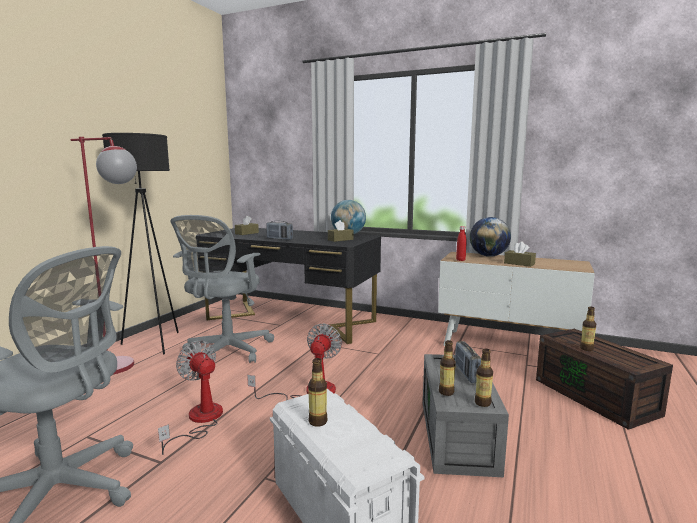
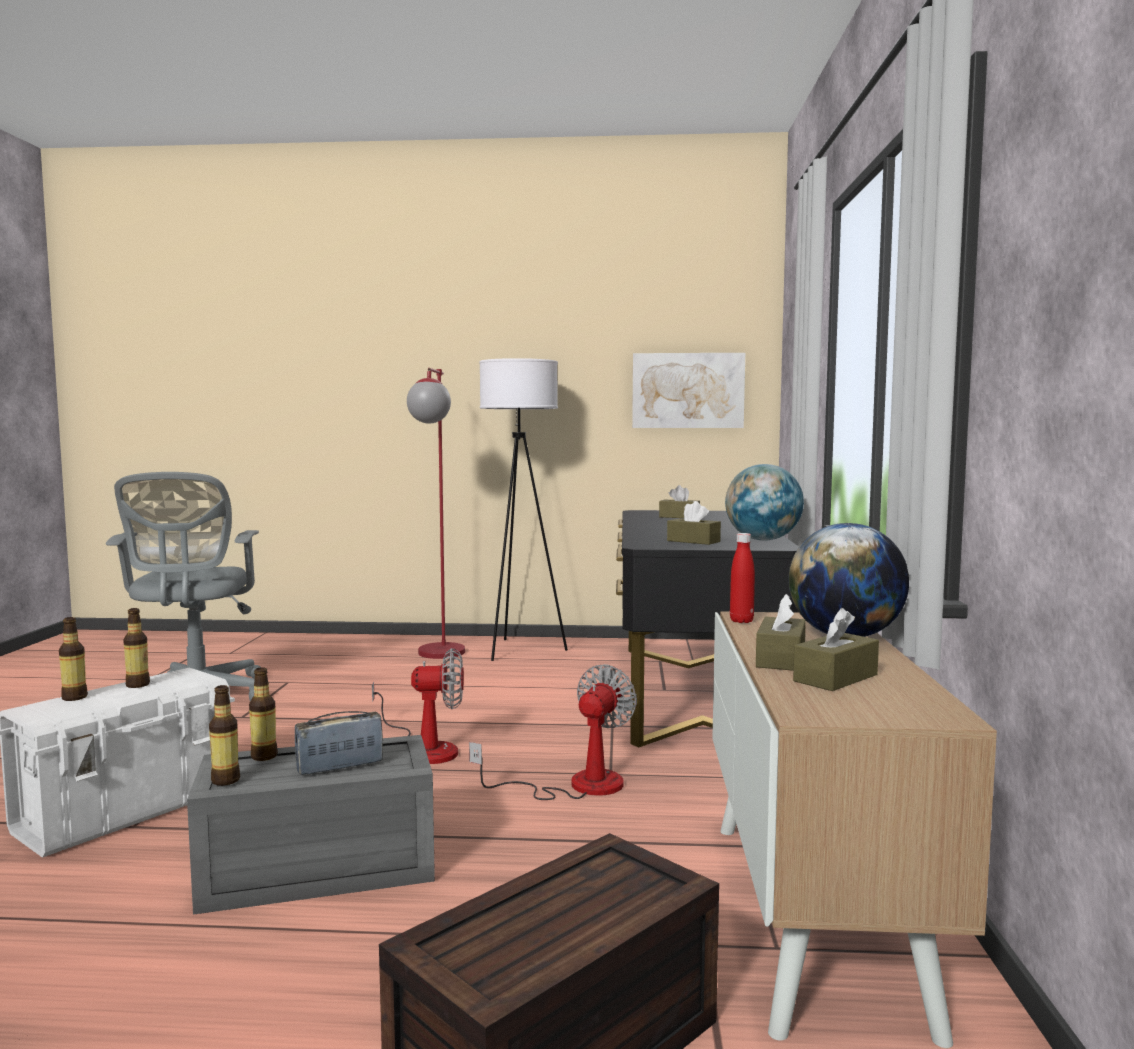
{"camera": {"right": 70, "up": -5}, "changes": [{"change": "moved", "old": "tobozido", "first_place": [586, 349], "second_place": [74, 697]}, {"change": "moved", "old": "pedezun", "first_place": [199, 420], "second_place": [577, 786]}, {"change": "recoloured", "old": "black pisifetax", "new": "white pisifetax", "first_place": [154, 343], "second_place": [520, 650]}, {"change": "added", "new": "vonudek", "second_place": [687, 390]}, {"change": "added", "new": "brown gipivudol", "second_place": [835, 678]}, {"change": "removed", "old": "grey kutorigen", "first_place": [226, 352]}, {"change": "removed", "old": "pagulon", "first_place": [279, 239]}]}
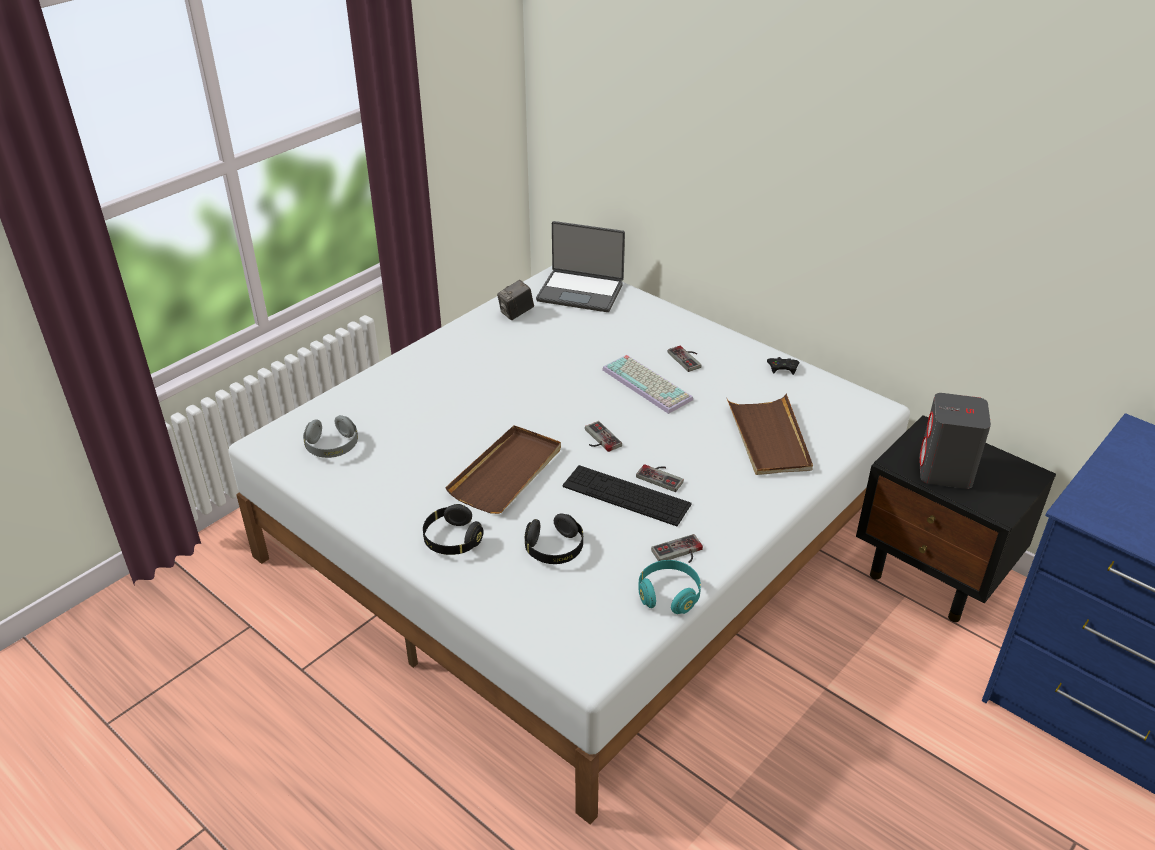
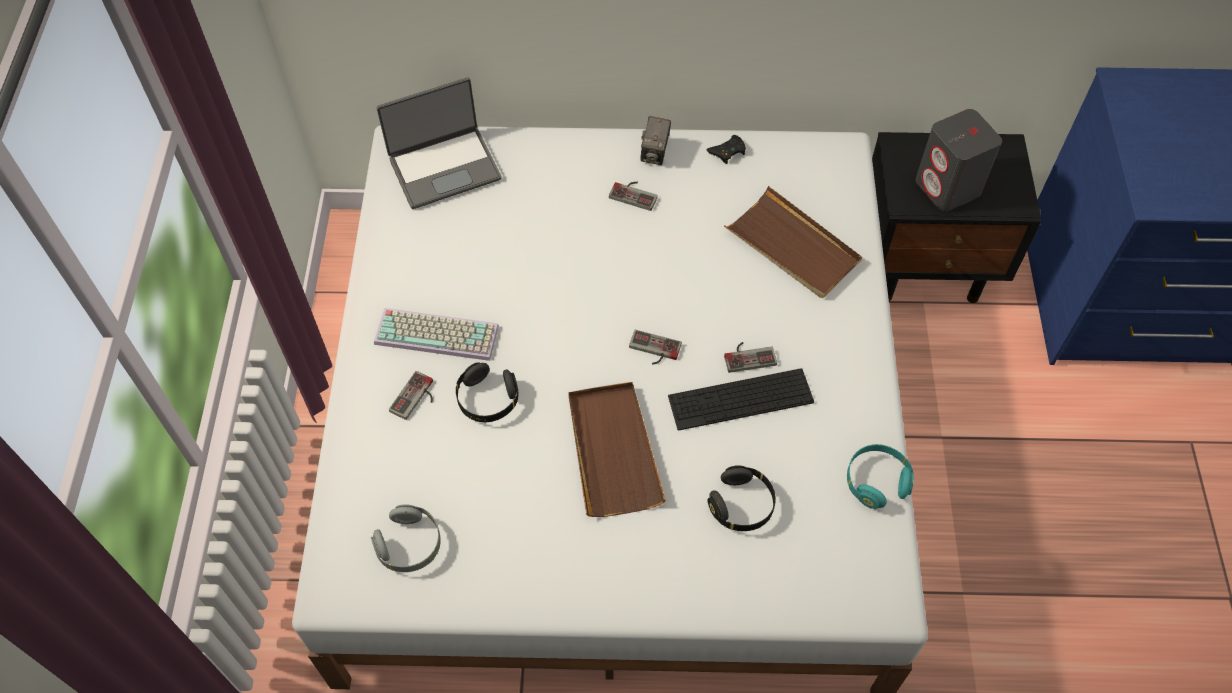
{"camera": {"right": -40, "up": 20}, "changes": [{"change": "moved", "old": "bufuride", "first_place": [649, 384], "second_place": [438, 333]}, {"change": "moved", "old": "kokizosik", "first_place": [679, 553], "second_place": [416, 398]}, {"change": "moved", "old": "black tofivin", "first_place": [452, 540], "second_place": [487, 400]}, {"change": "moved", "old": "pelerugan", "first_place": [516, 313], "second_place": [655, 153]}]}
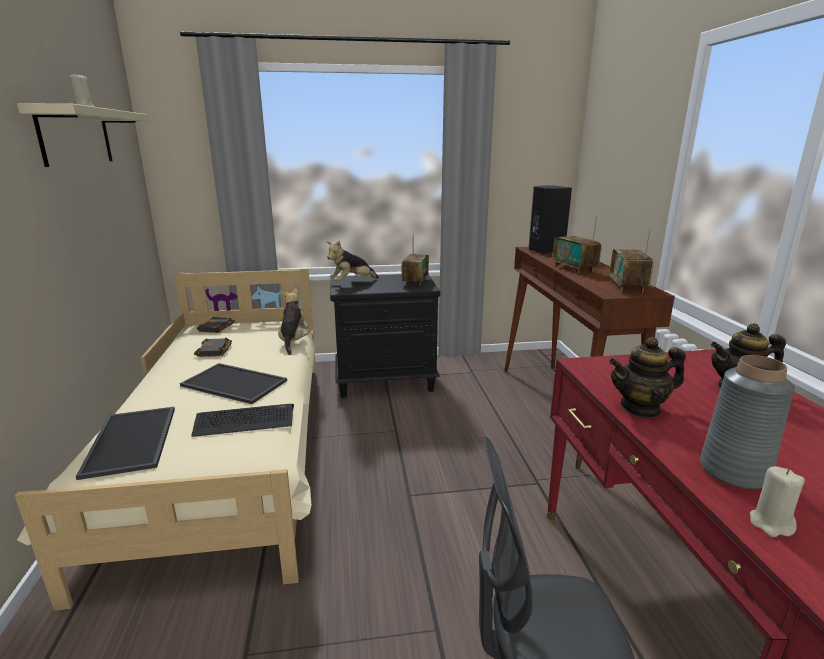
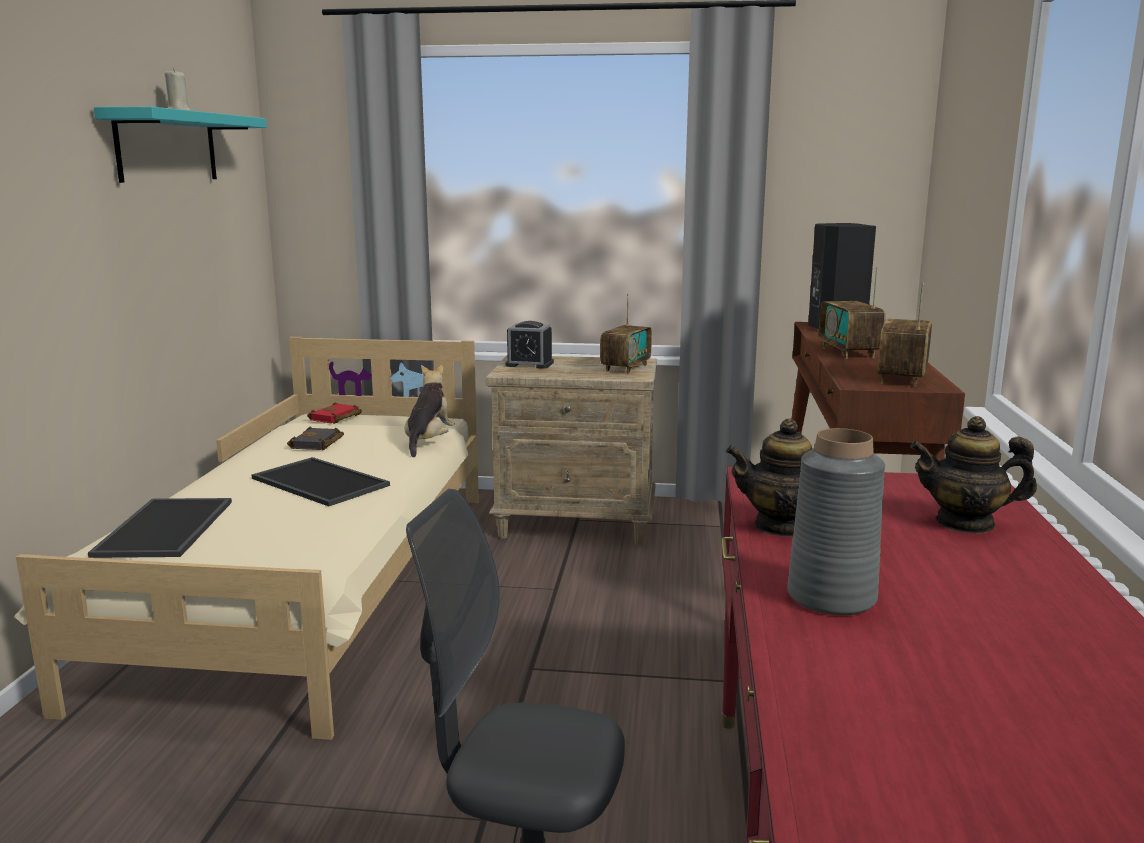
{"camera": {"right": 15, "up": -5}, "changes": [{"change": "recoloured", "old": "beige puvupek", "new": "turquoise puvupek", "first_place": [76, 137], "second_place": [167, 147]}, {"change": "recoloured", "old": "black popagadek", "new": "red popagadek", "first_place": [217, 328], "second_place": [335, 418]}, {"change": "recoloured", "old": "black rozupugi", "new": "beige rozupugi", "first_place": [386, 381], "second_place": [577, 524]}, {"change": "replaced", "old": "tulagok", "new": "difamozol", "first_place": [352, 283], "second_place": [529, 364]}, {"change": "removed", "old": "bufuride", "first_place": [244, 421]}, {"change": "removed", "old": "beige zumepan", "first_place": [771, 524]}]}
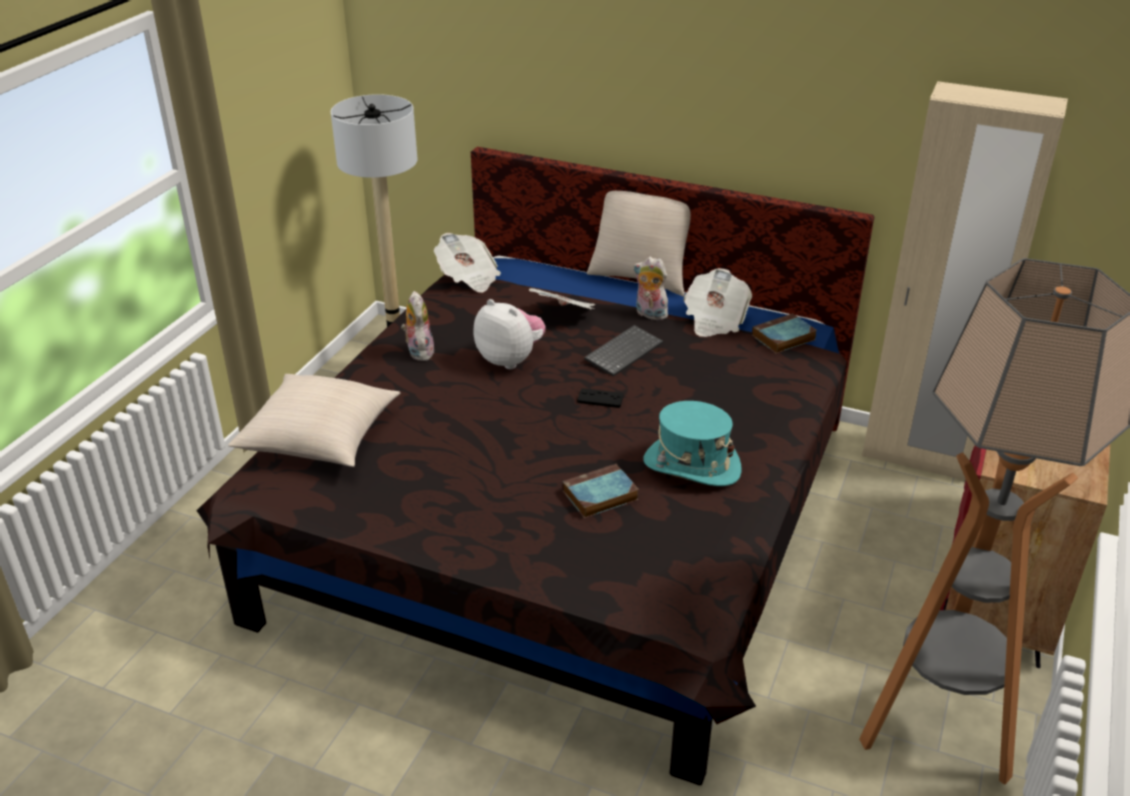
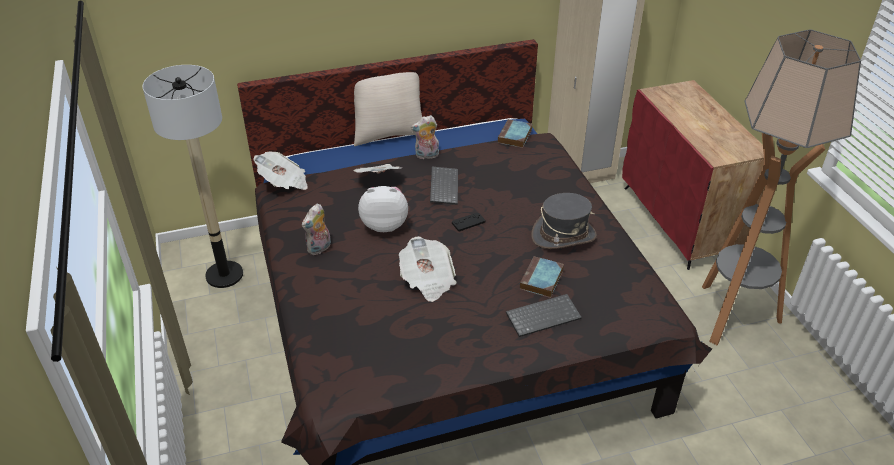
{"camera": {"right": -40, "up": 5}, "changes": [{"change": "turned", "old": "tulagok", "first_place": [418, 351], "second_place": [319, 248], "degrees": -90}, {"change": "moved", "old": "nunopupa", "first_place": [714, 320], "second_place": [427, 280]}, {"change": "added", "new": "bufuride", "second_place": [543, 315]}, {"change": "recoloured", "old": "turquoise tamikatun", "new": "grey tamikatun", "first_place": [691, 466], "second_place": [563, 236]}, {"change": "removed", "old": "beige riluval", "first_place": [320, 437]}]}
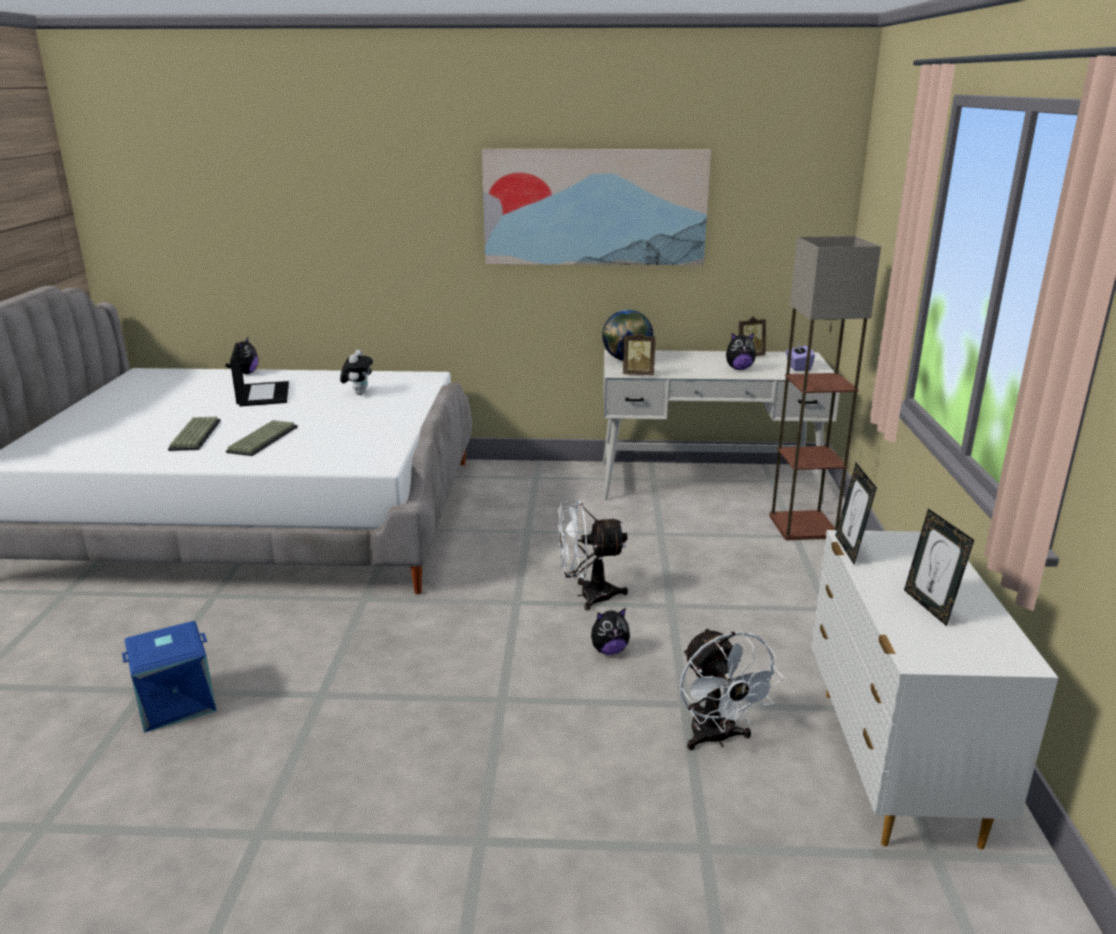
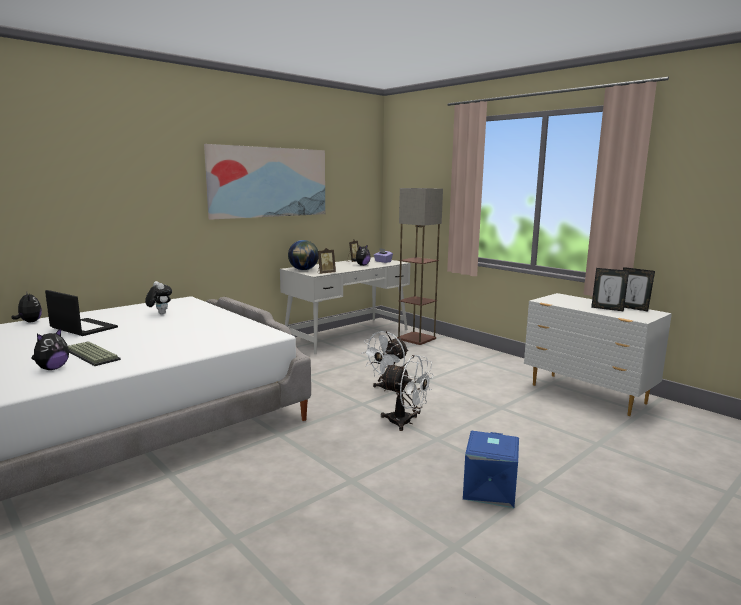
{"camera": {"right": -45, "up": -10}, "changes": [{"change": "moved", "old": "tulagok", "first_place": [609, 650], "second_place": [52, 368]}, {"change": "moved", "old": "white pedezun", "first_place": [716, 738], "second_place": [405, 422]}, {"change": "moved", "old": "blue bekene", "first_place": [176, 701], "second_place": [488, 489]}, {"change": "moved", "old": "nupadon", "first_place": [849, 549], "second_place": [632, 308]}, {"change": "removed", "old": "bufuride", "first_place": [262, 439]}]}
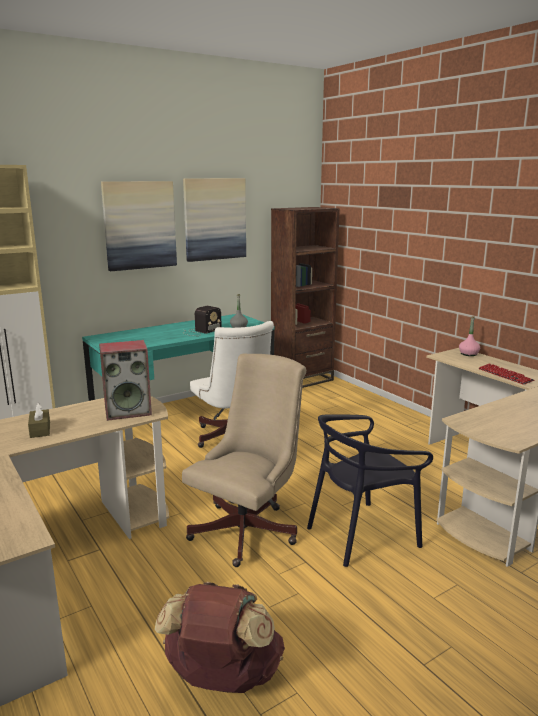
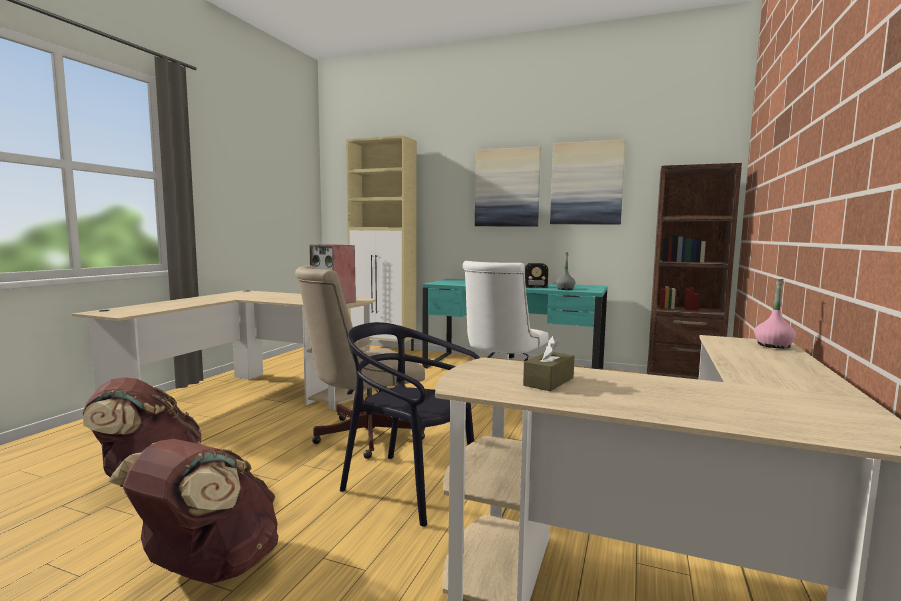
{"camera": {"right": 55, "up": -10}, "changes": [{"change": "added", "new": "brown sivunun", "second_place": [208, 569]}, {"change": "turned", "old": "beige kutorigen", "first_place": [249, 529], "second_place": [361, 436], "degrees": 150}, {"change": "moved", "old": "brown gipivudol", "first_place": [40, 430], "second_place": [548, 382]}, {"change": "removed", "old": "bufuride", "first_place": [505, 375]}]}
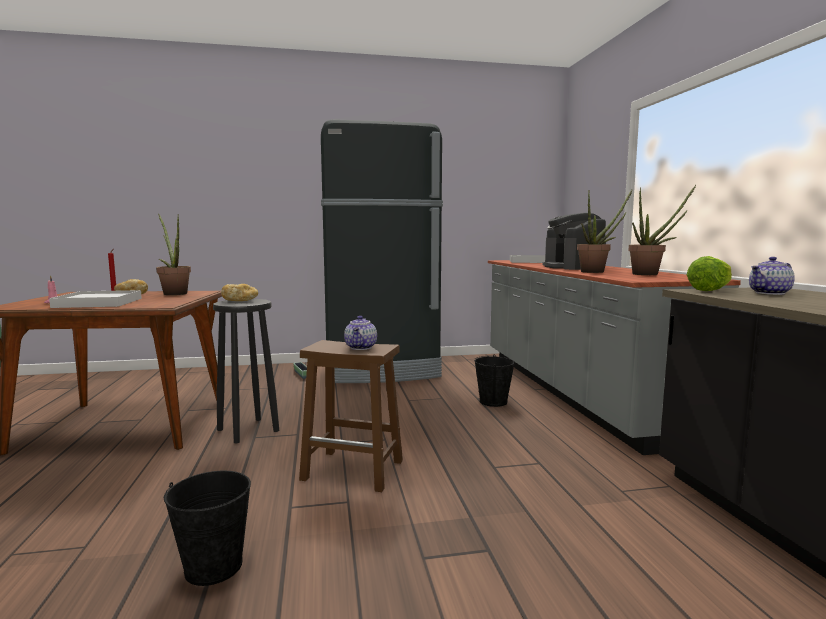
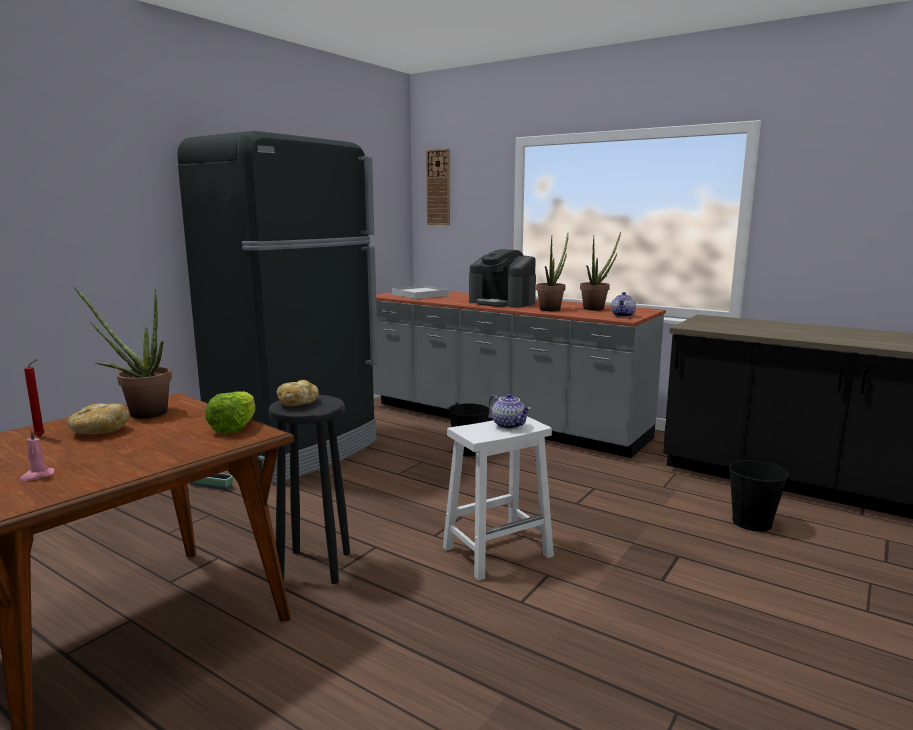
{"camera": {"right": -45, "up": 5}, "changes": [{"change": "moved", "old": "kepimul", "first_place": [710, 290], "second_place": [235, 428]}, {"change": "added", "new": "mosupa", "second_place": [438, 187]}, {"change": "recoloured", "old": "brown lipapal", "new": "white lipapal", "first_place": [354, 470], "second_place": [498, 551]}, {"change": "moved", "old": "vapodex", "first_place": [770, 293], "second_place": [623, 315]}, {"change": "moved", "old": "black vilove", "first_place": [214, 566], "second_place": [751, 522]}, {"change": "removed", "old": "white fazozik", "first_place": [99, 303]}]}
